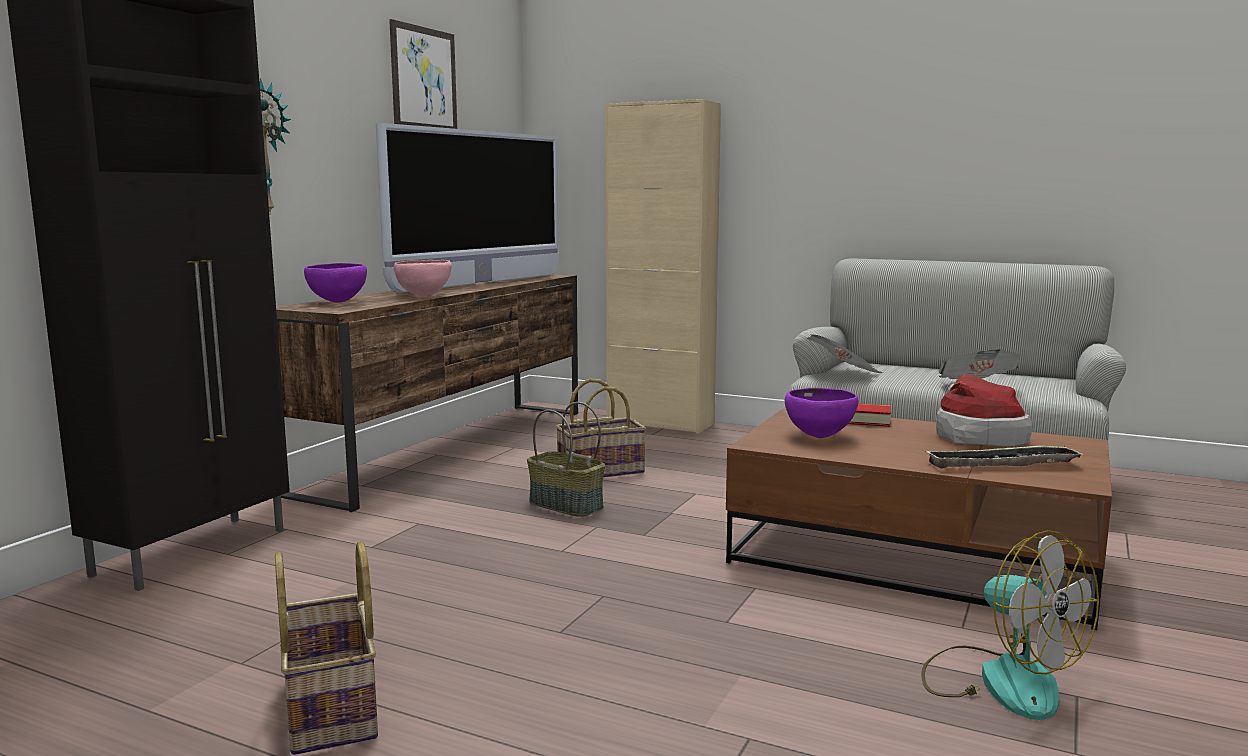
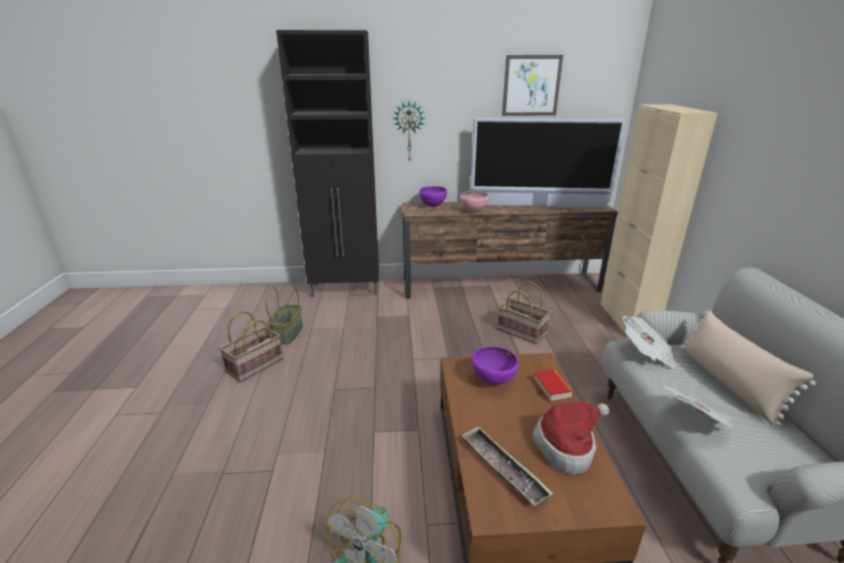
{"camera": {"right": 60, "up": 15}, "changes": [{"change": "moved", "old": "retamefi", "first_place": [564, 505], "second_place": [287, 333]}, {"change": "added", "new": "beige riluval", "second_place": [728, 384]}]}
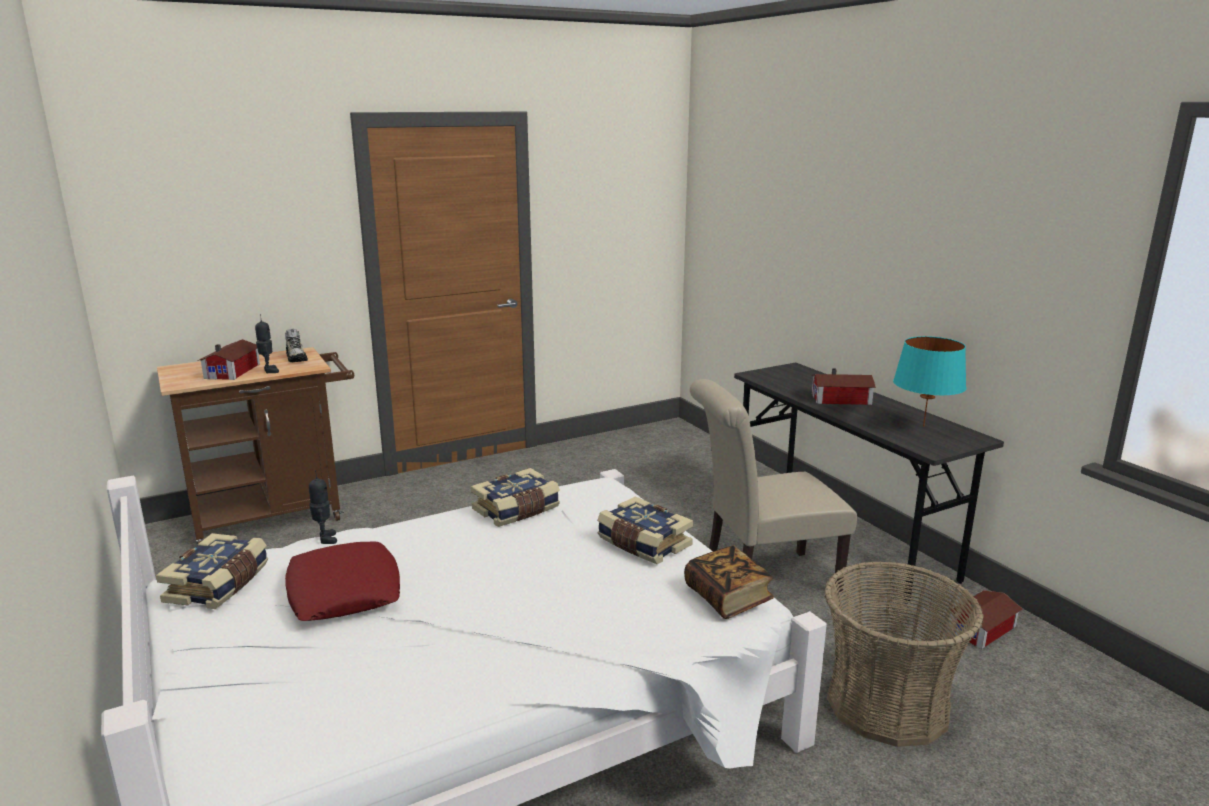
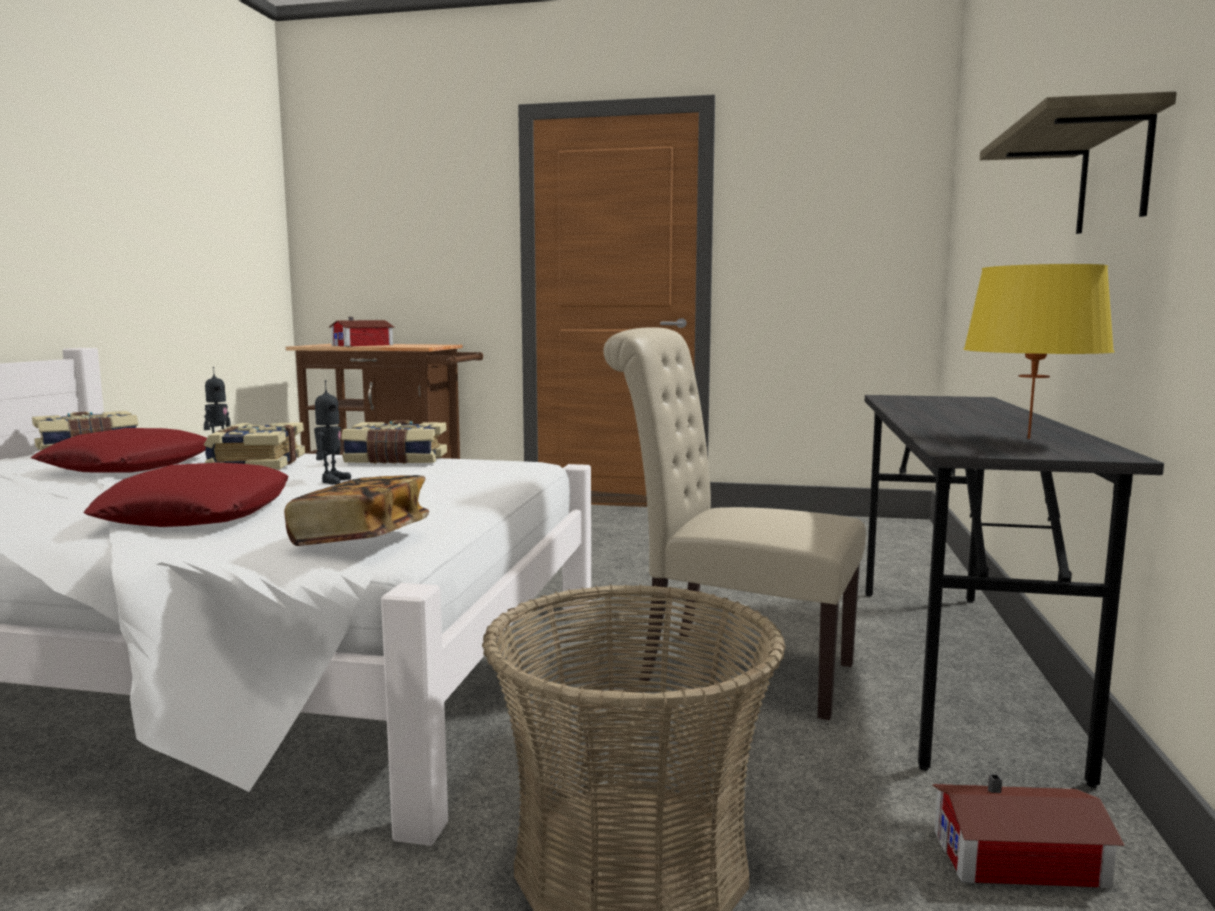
{"camera": {"right": 40, "up": -10}, "changes": [{"change": "added", "new": "red riluval", "second_place": [197, 513]}, {"change": "moved", "old": "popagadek", "first_place": [643, 544], "second_place": [256, 464]}, {"change": "moved", "old": "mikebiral", "first_place": [269, 371], "second_place": [332, 481]}, {"change": "recoloured", "old": "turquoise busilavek", "new": "yellow busilavek", "first_place": [923, 426], "second_place": [1028, 438]}, {"change": "added", "new": "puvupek", "second_place": [1114, 174]}, {"change": "removed", "old": "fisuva", "first_place": [296, 358]}, {"change": "removed", "old": "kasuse", "first_place": [843, 399]}]}
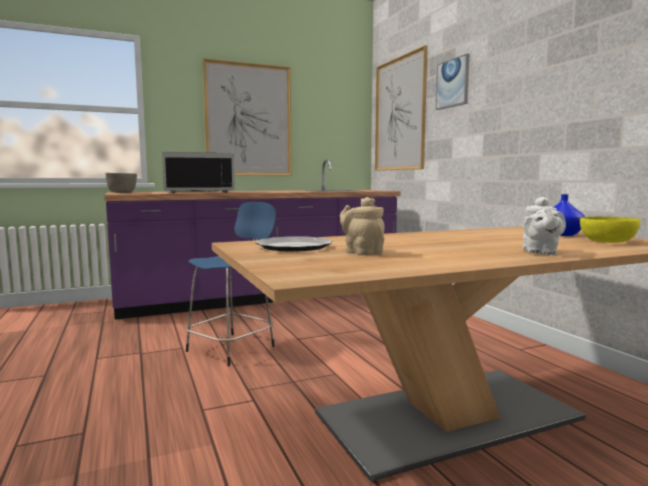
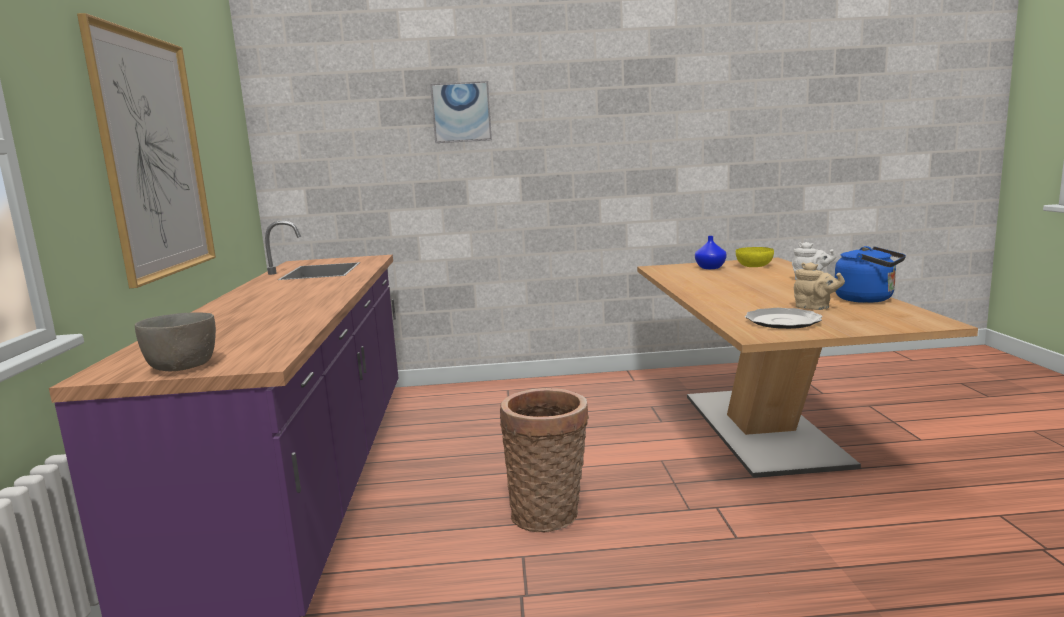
{"camera": {"right": -70, "up": 5}, "changes": [{"change": "replaced", "old": "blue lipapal", "new": "retamefi", "first_place": [233, 348], "second_place": [549, 514]}, {"change": "turned", "old": "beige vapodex", "first_place": [361, 252], "second_place": [815, 308], "degrees": -120}, {"change": "added", "new": "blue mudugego", "second_place": [868, 299]}, {"change": "removed", "old": "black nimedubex", "first_place": [200, 192]}, {"change": "removed", "old": "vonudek", "first_place": [399, 114]}]}
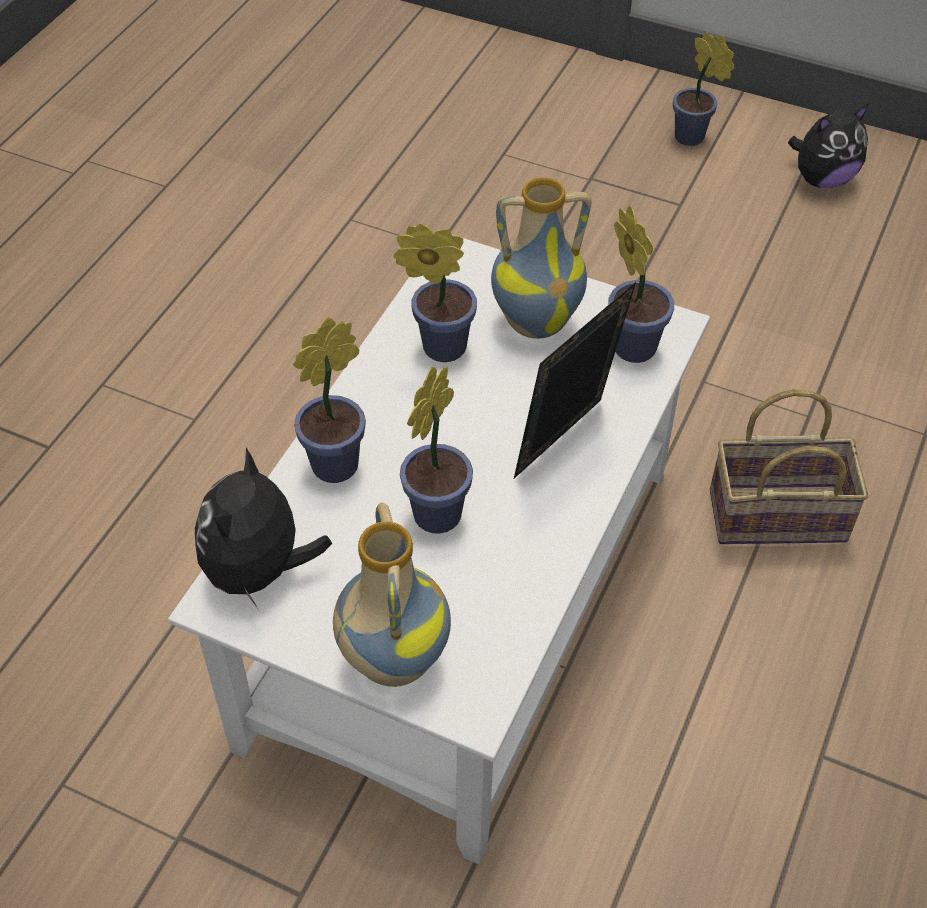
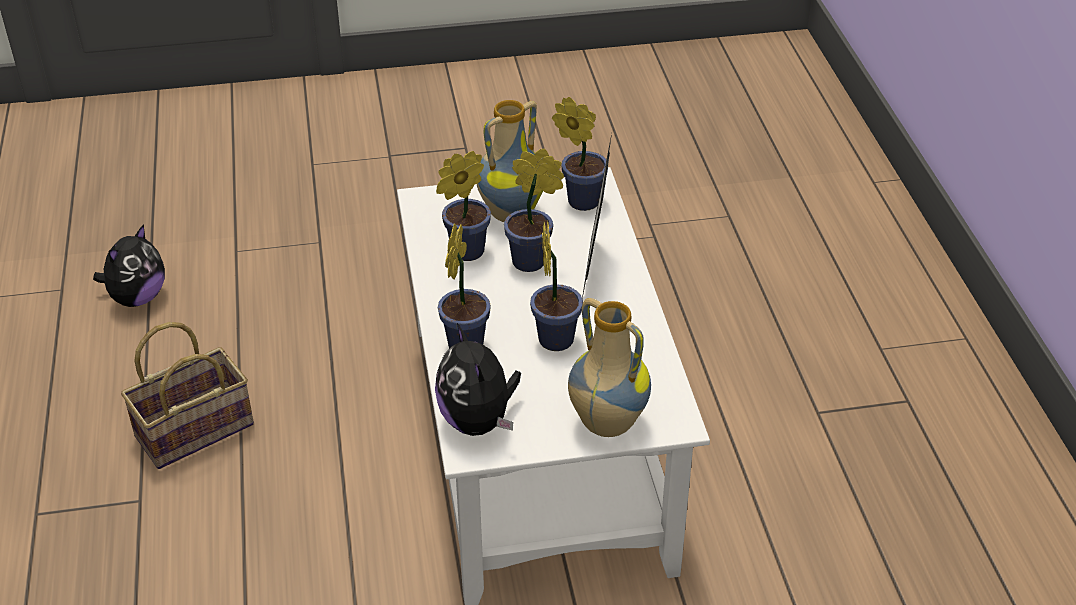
{"camera": {"right": -35, "up": -10}, "changes": [{"change": "moved", "old": "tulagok", "first_place": [822, 179], "second_place": [137, 297]}, {"change": "moved", "old": "retamefi", "first_place": [780, 513], "second_place": [196, 428]}, {"change": "moved", "old": "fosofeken", "first_place": [693, 138], "second_place": [533, 262]}]}
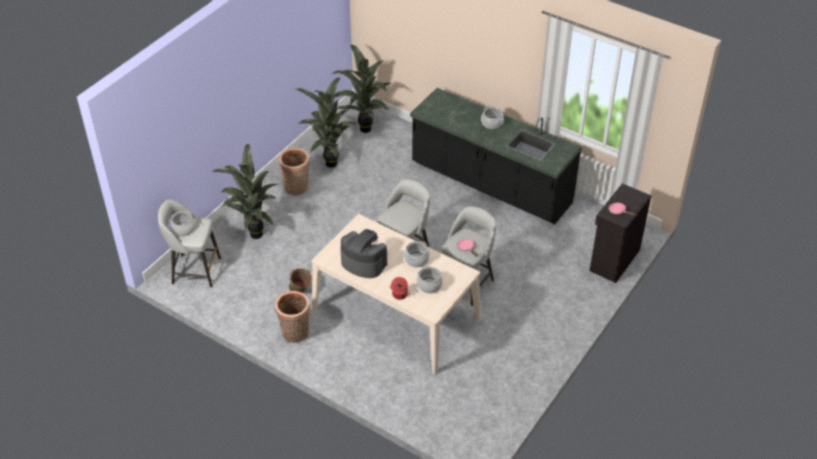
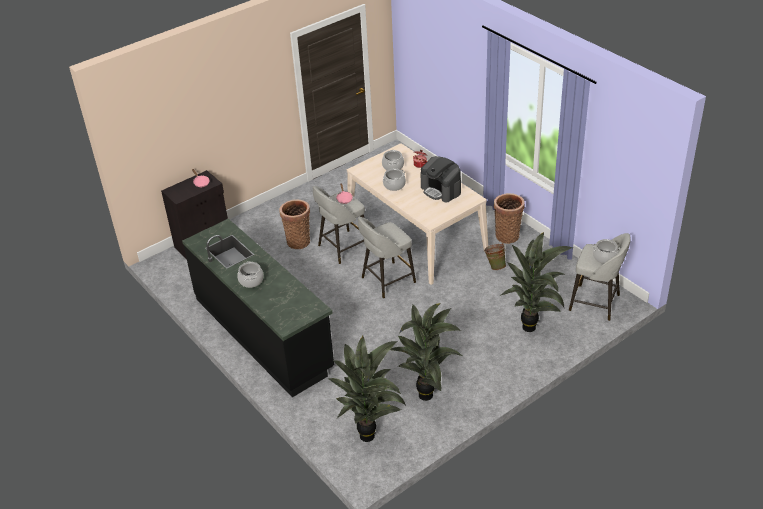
{"camera": {"right": -160, "up": -5}, "changes": [{"change": "moved", "old": "retamefi", "first_place": [297, 189], "second_place": [298, 240]}]}
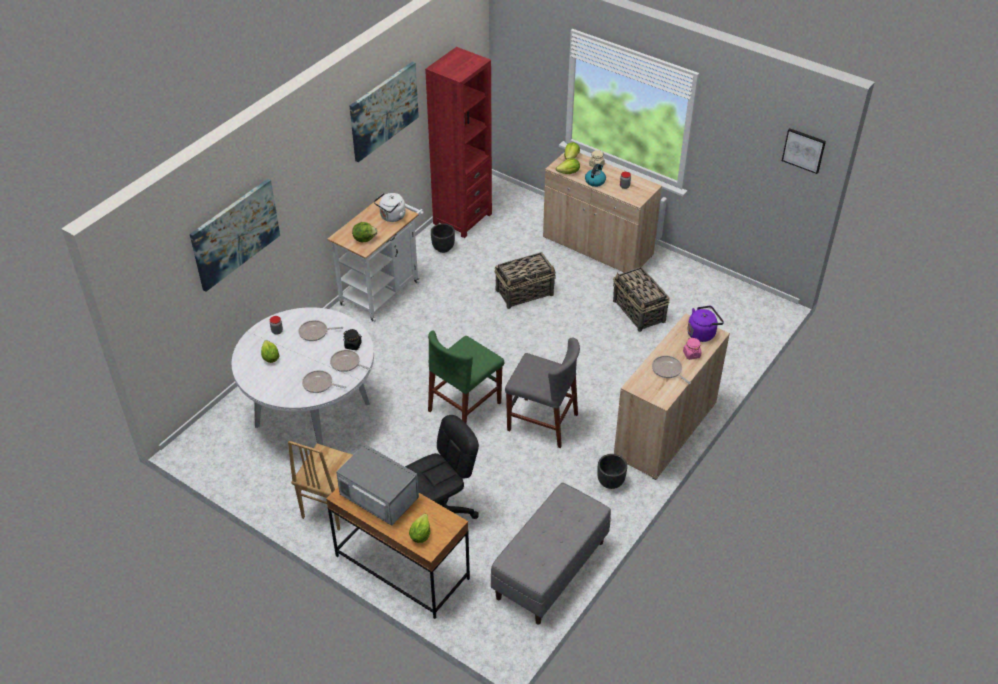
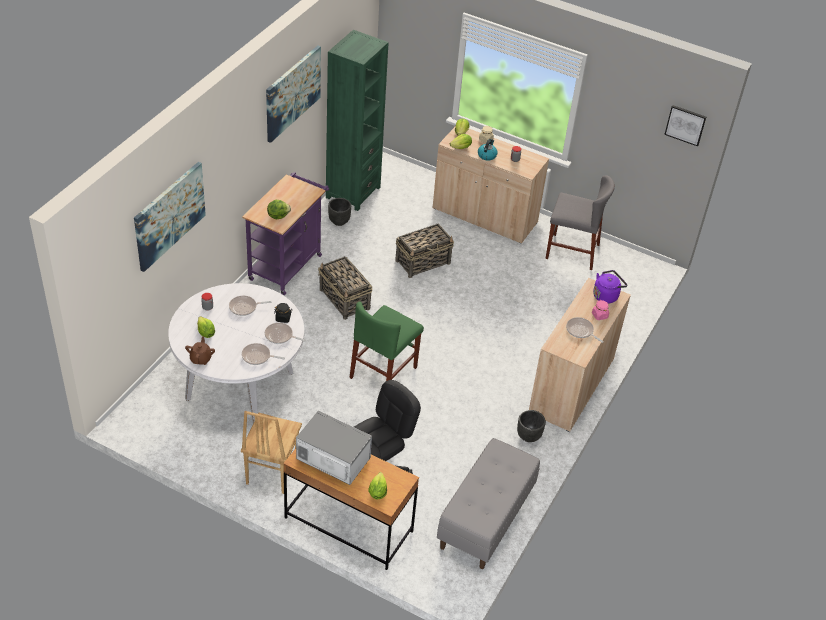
{"camera": {"right": -10, "up": 0}, "changes": [{"change": "added", "new": "brown vapodex", "second_place": [201, 359]}, {"change": "recoloured", "old": "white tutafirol", "new": "purple tutafirol", "first_place": [383, 290], "second_place": [288, 264]}, {"change": "moved", "old": "retamefi", "first_place": [639, 311], "second_place": [345, 300]}, {"change": "recoloured", "old": "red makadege", "new": "green makadege", "first_place": [462, 218], "second_place": [353, 192]}, {"change": "moved", "old": "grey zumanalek", "first_place": [542, 422], "second_place": [572, 251]}, {"change": "removed", "old": "white mudugego", "first_place": [391, 217]}]}
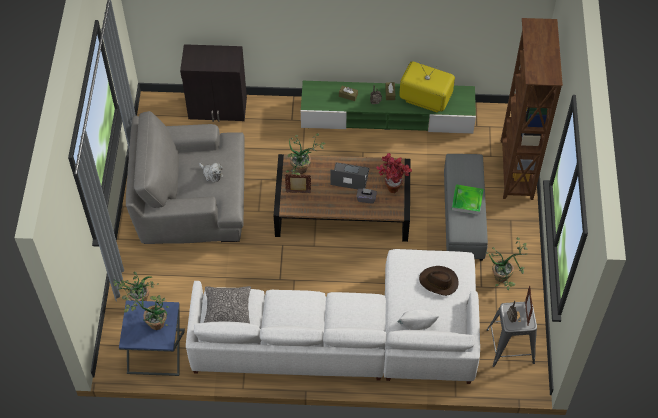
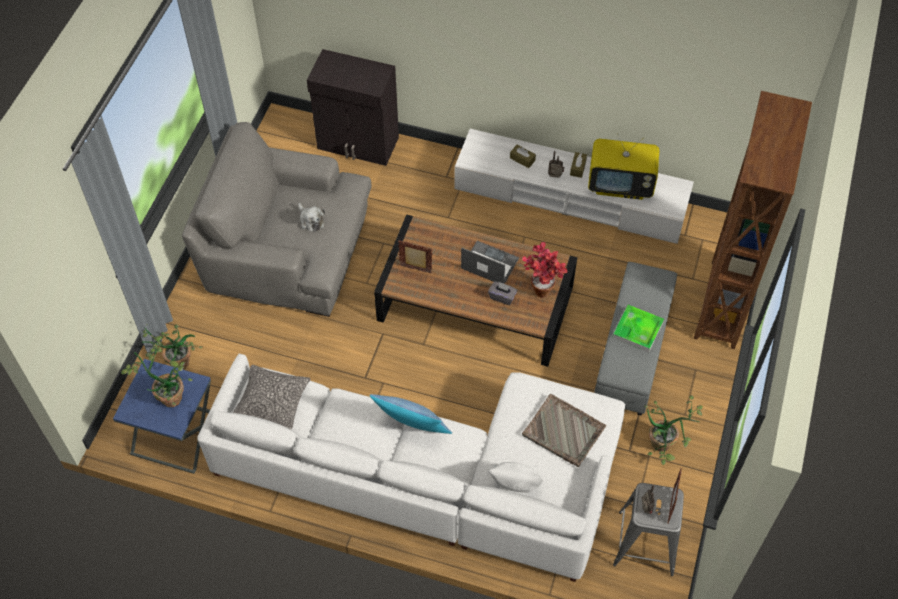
{"camera": {"right": 15, "up": 0}, "changes": [{"change": "added", "new": "riluval", "second_place": [412, 431]}, {"change": "recoloured", "old": "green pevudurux", "new": "white pevudurux", "first_place": [387, 116], "second_place": [571, 198]}, {"change": "replaced", "old": "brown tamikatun", "new": "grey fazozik", "first_place": [438, 282], "second_place": [564, 431]}, {"change": "turned", "old": "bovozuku", "first_place": [424, 100], "second_place": [621, 185], "degrees": 150}, {"change": "removed", "old": "fosofeken", "first_place": [302, 171]}]}
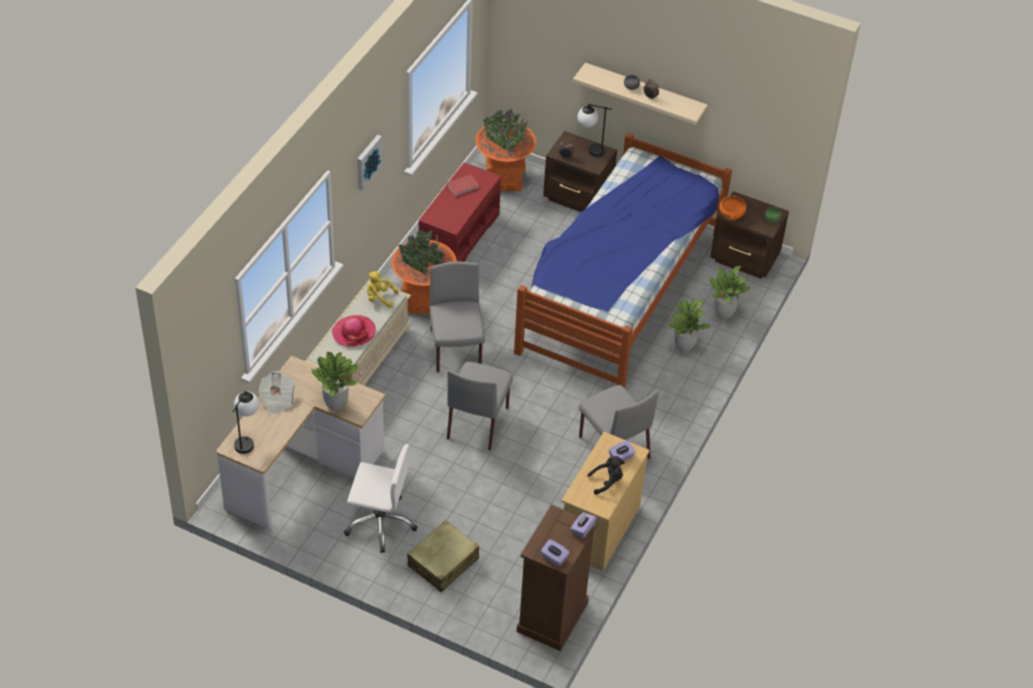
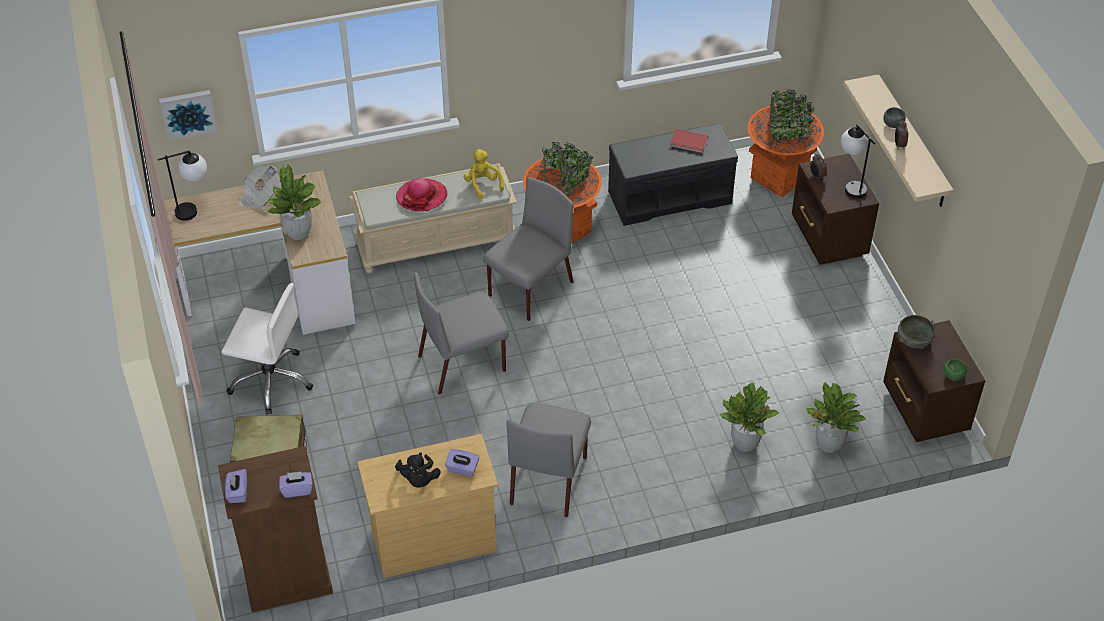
{"camera": {"right": 50, "up": 0}, "changes": [{"change": "moved", "old": "vonudek", "first_place": [367, 161], "second_place": [188, 113]}, {"change": "turned", "old": "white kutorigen", "first_place": [380, 522], "second_place": [271, 380], "degrees": -45}, {"change": "turned", "old": "black tulagok", "first_place": [607, 481], "second_place": [418, 479], "degrees": 45}, {"change": "recoloured", "old": "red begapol", "new": "grey begapol", "first_place": [459, 235], "second_place": [670, 196]}, {"change": "recoloured", "old": "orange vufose", "new": "grey vufose", "first_place": [731, 215], "second_place": [913, 340]}, {"change": "removed", "old": "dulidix", "first_place": [619, 291]}]}
